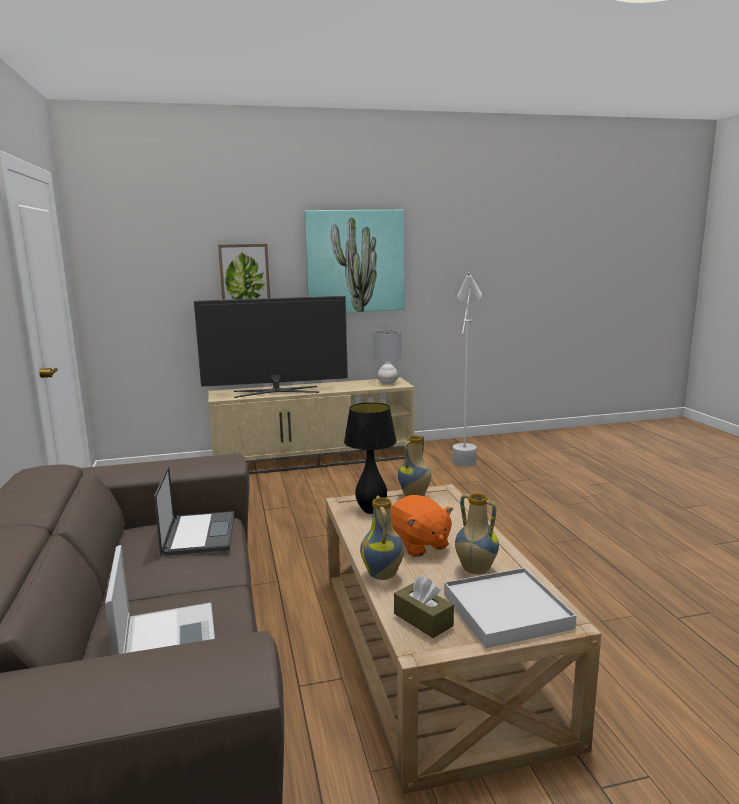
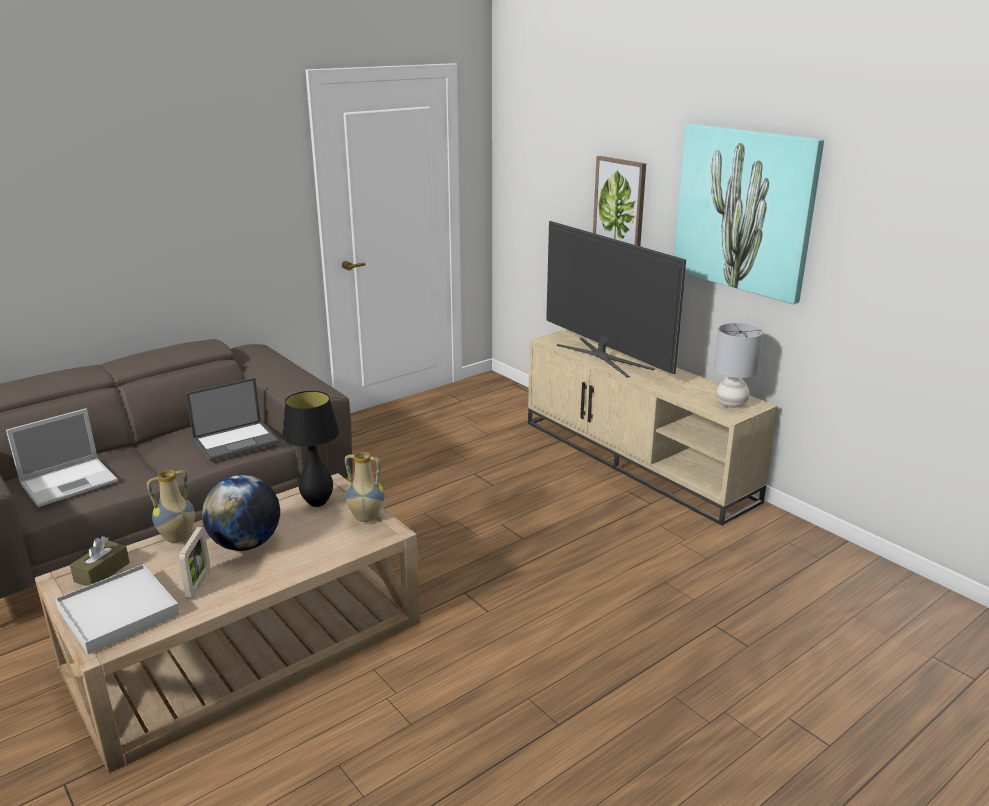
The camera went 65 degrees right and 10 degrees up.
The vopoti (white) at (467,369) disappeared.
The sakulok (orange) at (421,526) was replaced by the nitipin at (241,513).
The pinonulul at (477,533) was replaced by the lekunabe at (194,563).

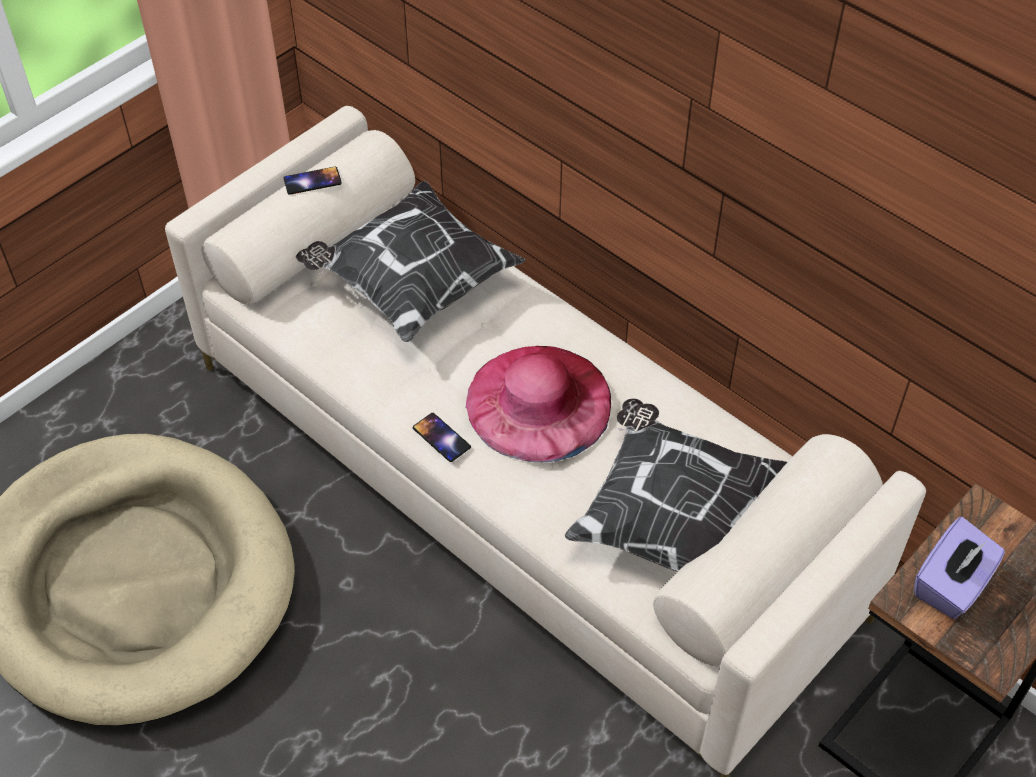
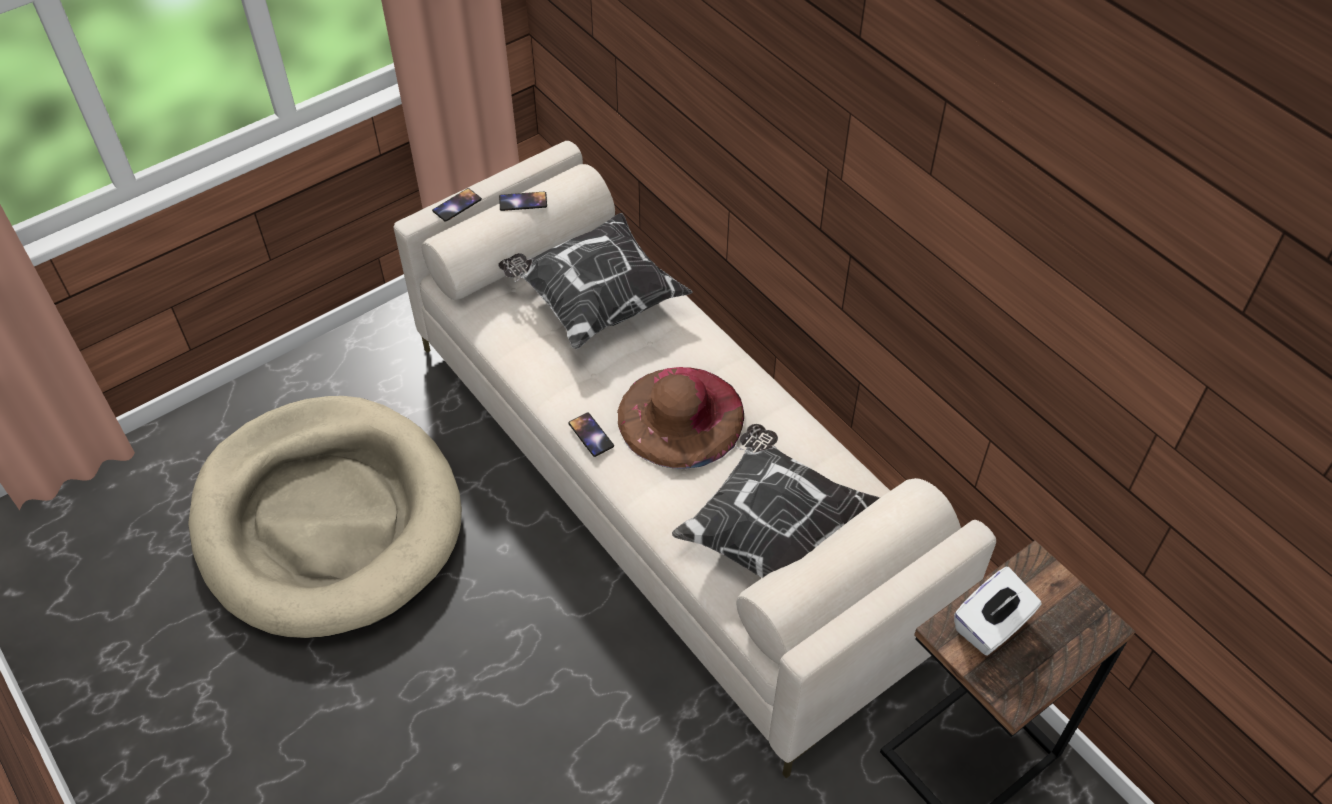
The camera went 10 degrees right and 0 degrees up.
The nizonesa at (457,205) appeared.
The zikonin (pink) at (538,404) became the zikonin (brown) at (680,418).
The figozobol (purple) at (959,568) became the figozobol (white) at (998,611).

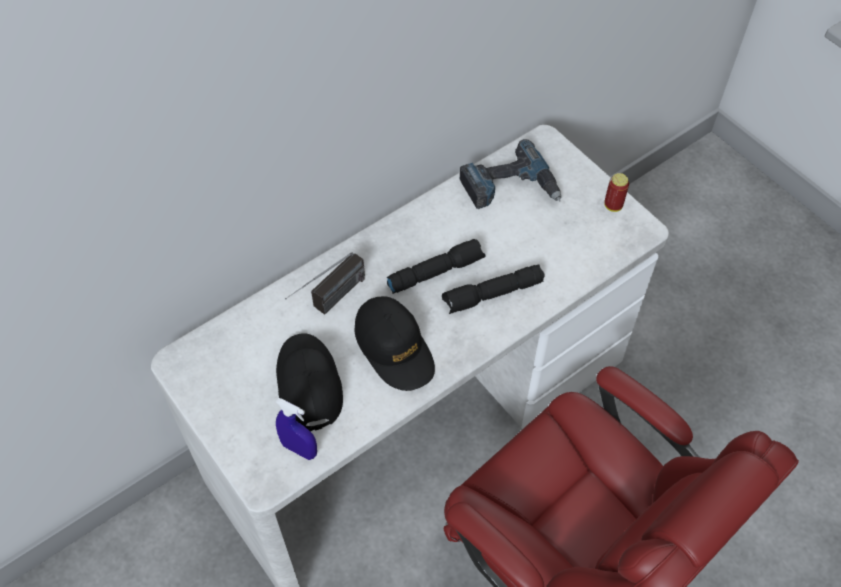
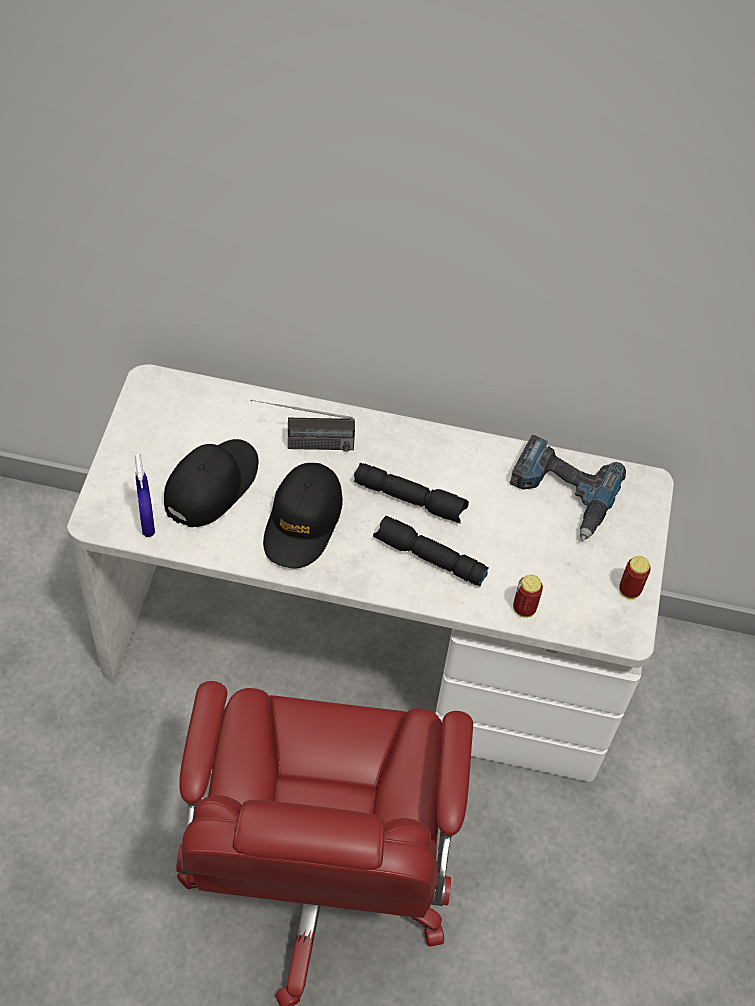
The camera went 45 degrees right and 0 degrees up.
The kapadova at (528,596) appeared.

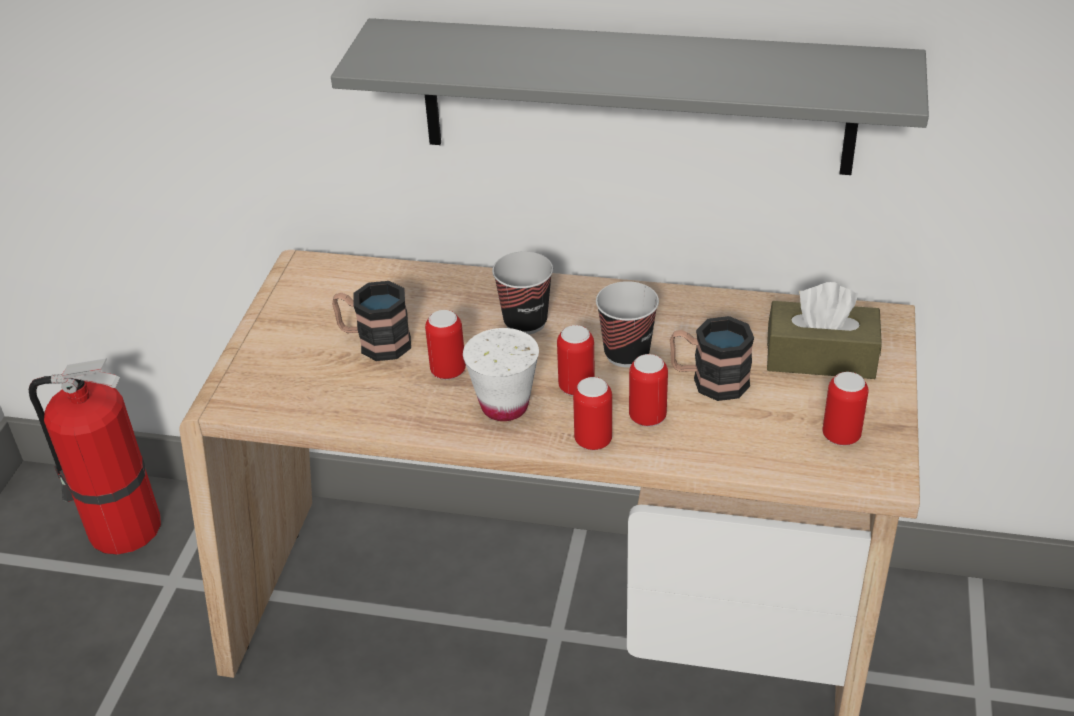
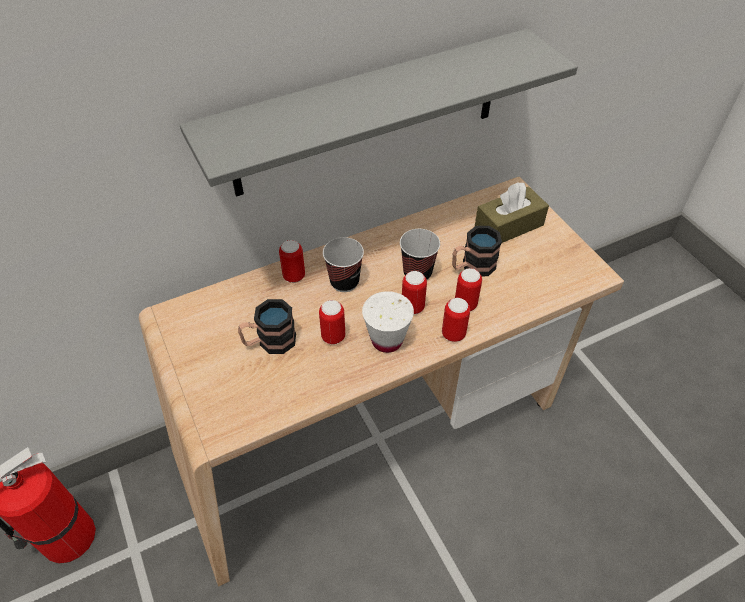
The camera went 40 degrees left and 10 degrees up.
The kapadova moved from (845,409) to (292,261).

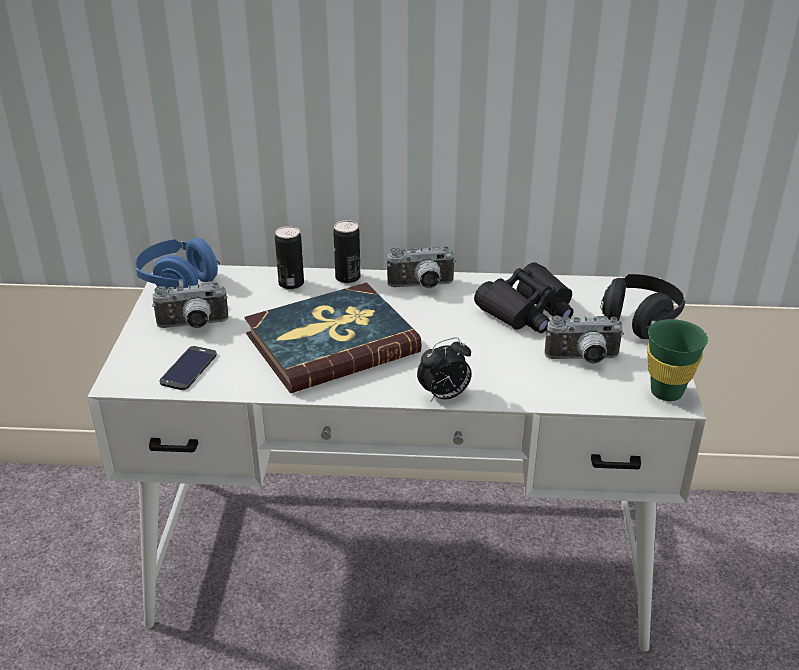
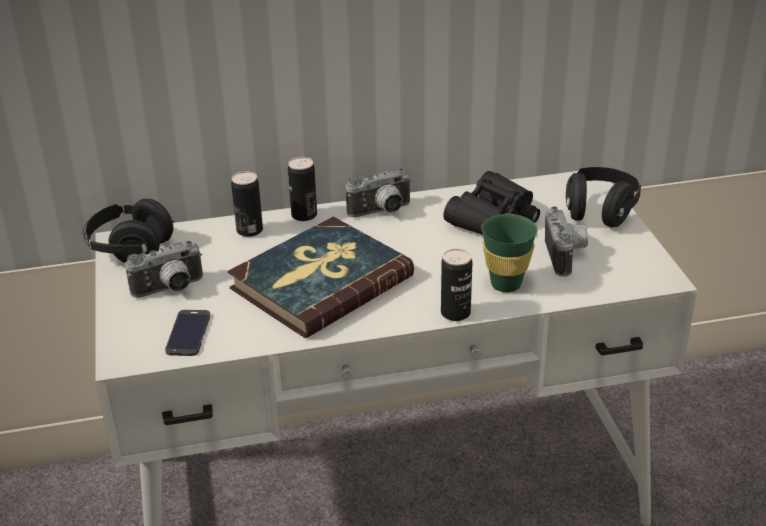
The camera went 15 degrees left and 0 degrees up.
The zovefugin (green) moved from (677,360) to (509,253).
The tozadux at (444,369) was replaced by the kapadova at (456,284).
The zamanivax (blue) at (177,263) became the zamanivax (black) at (128,231).
The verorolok at (584,339) turned 75 degrees counterclockwise.

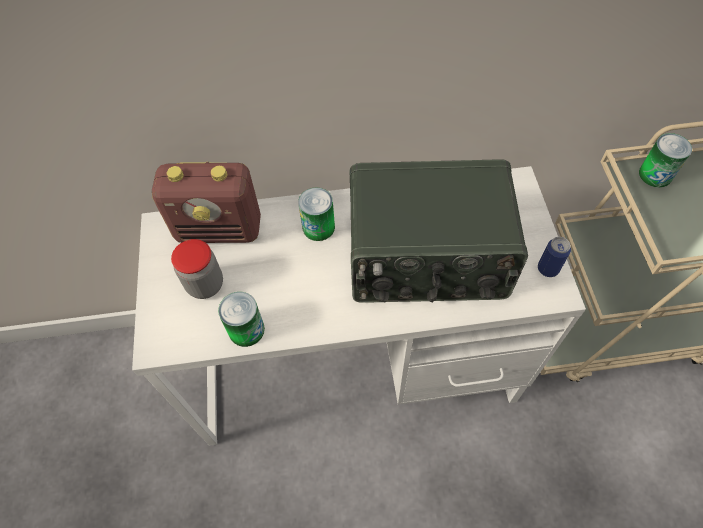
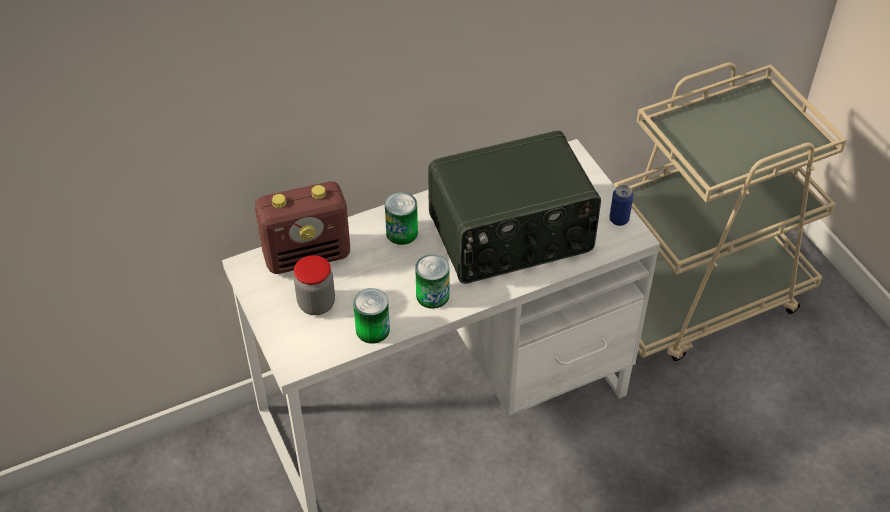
The camera went 20 degrees left and 10 degrees down.
The kapadova moved from (665,160) to (432,281).

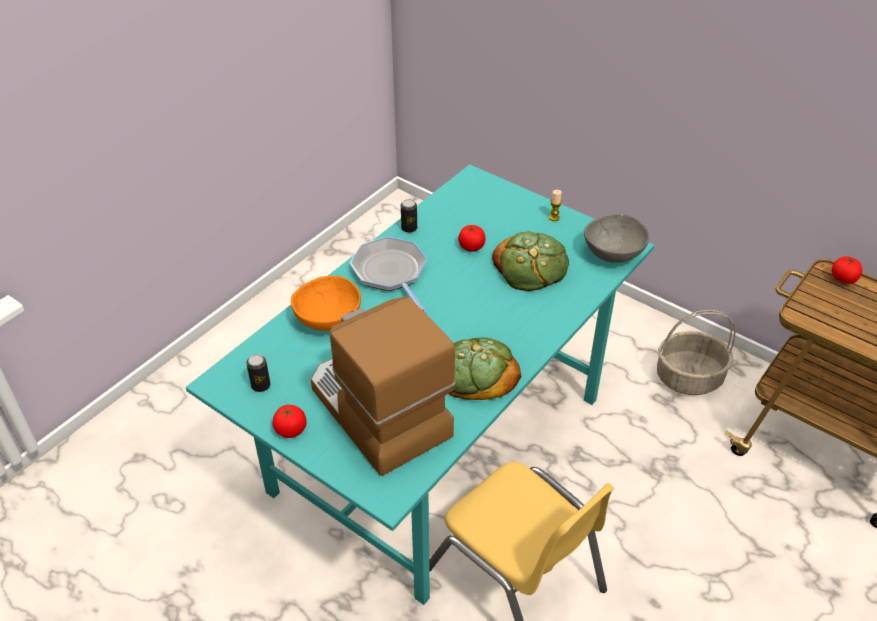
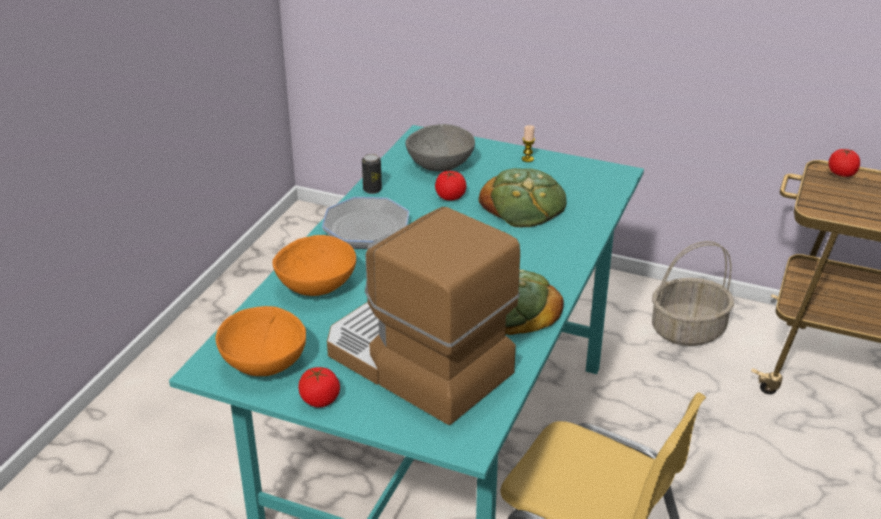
The camera went 15 degrees left and 10 degrees down.
The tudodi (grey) moved from (616,238) to (440,148).
The kapadova at (258,373) was replaced by the tudodi (orange) at (260,341).

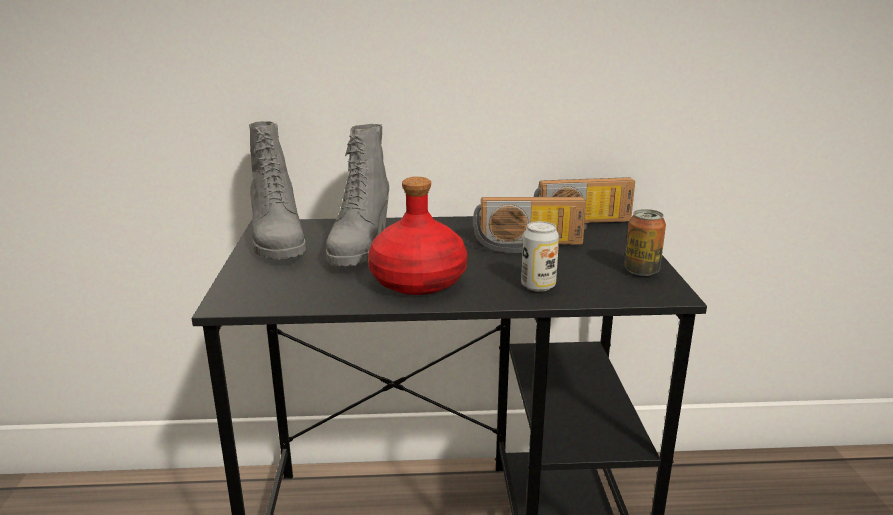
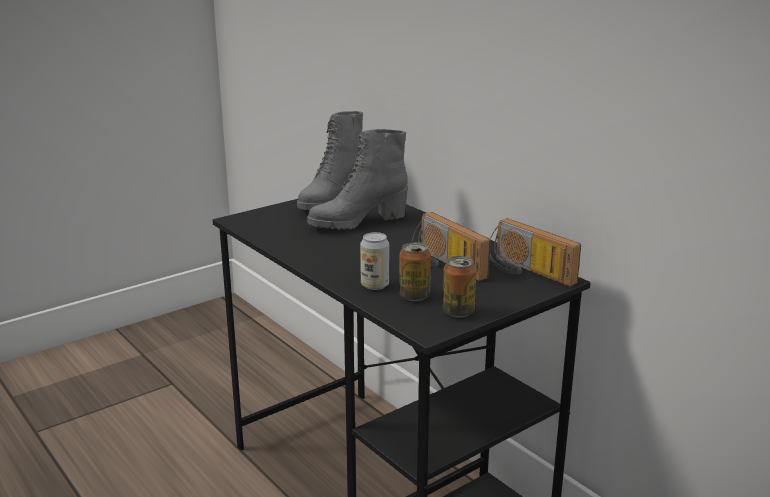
The camera went 55 degrees right and 0 degrees up.
The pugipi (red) at (417,236) disappeared.
The kapadova at (415,271) appeared.

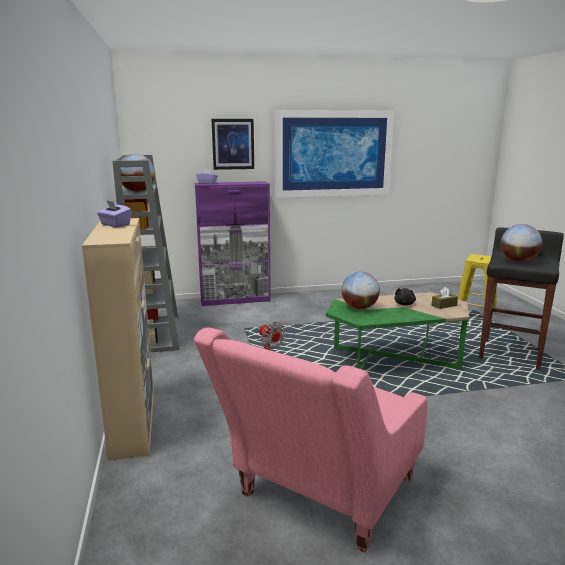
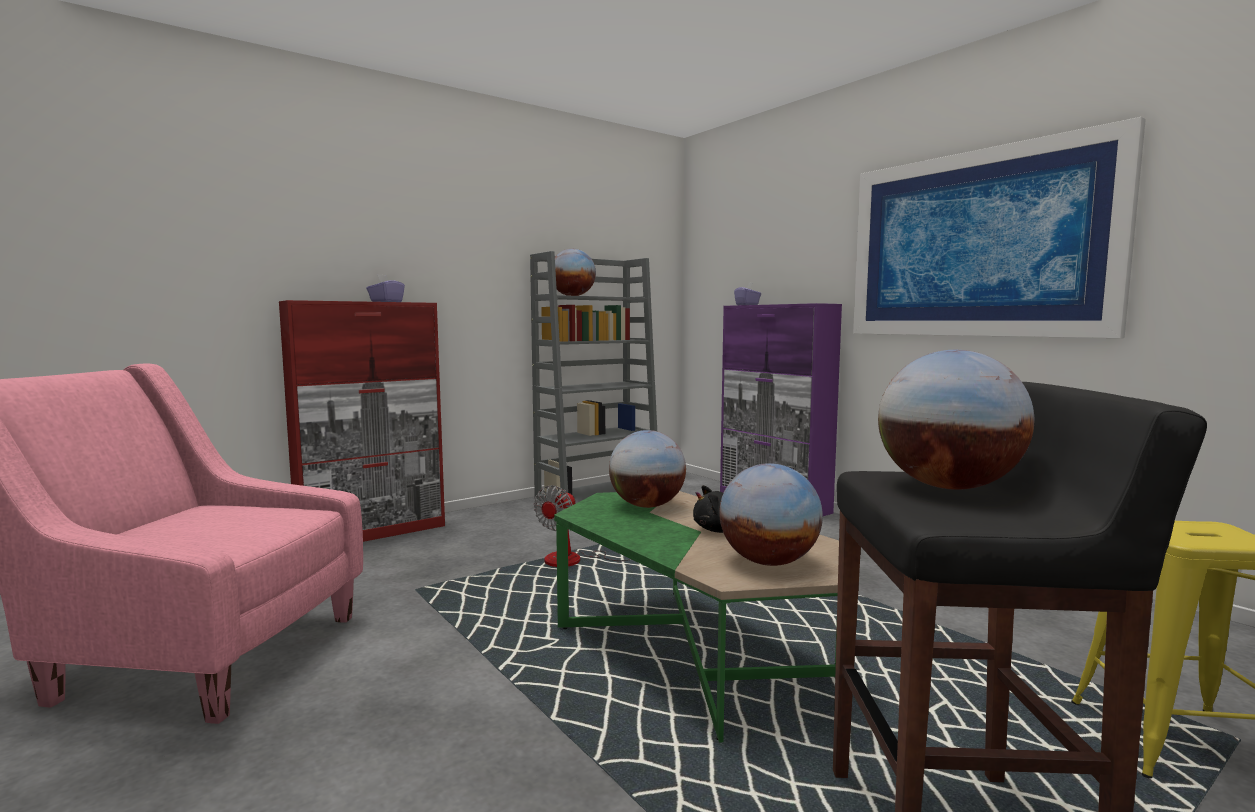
The camera went 65 degrees right and 10 degrees down.
The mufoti at (233,144) disappeared.
The figozobol (brown) at (445,298) was replaced by the nitipin at (771,514).
The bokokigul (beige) at (118,339) became the bokokigul (red) at (362,421).

